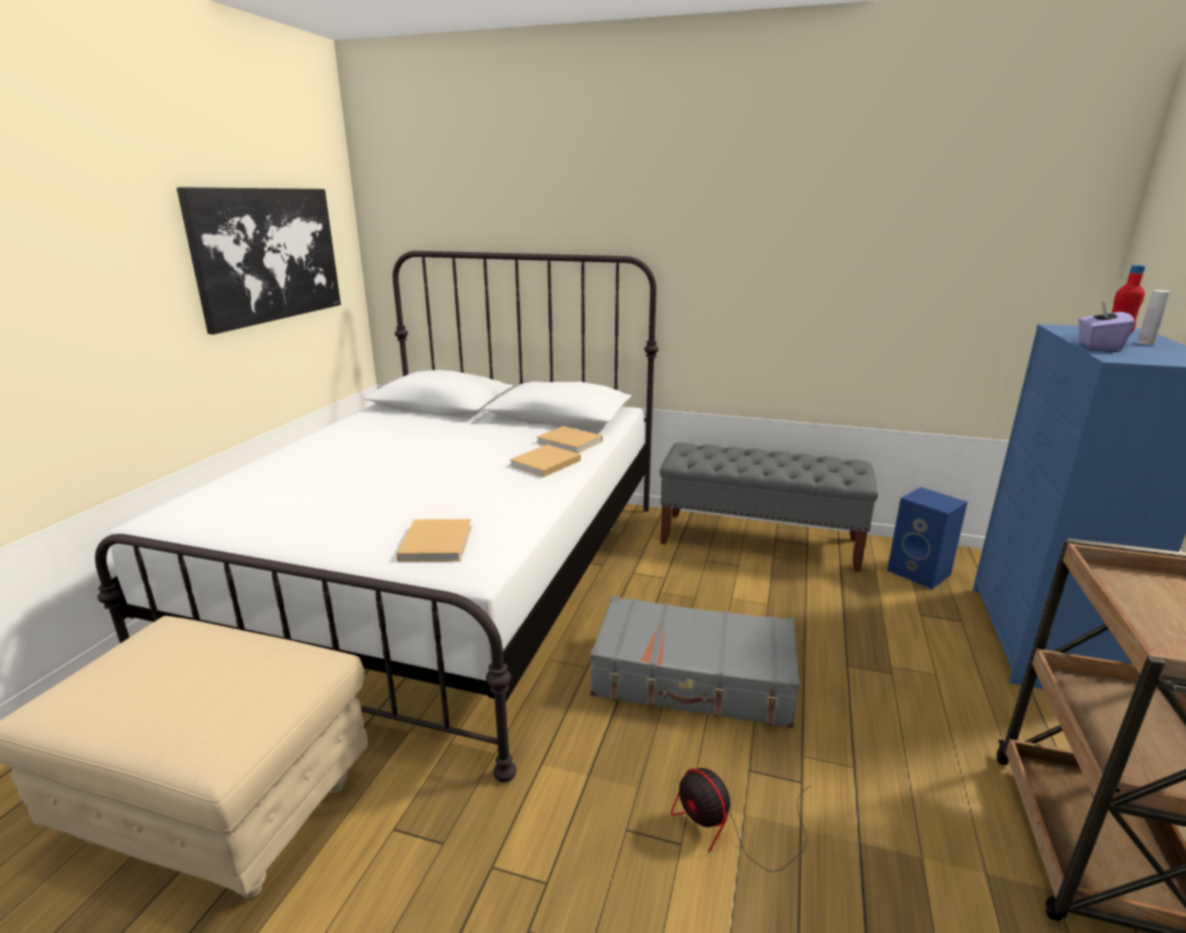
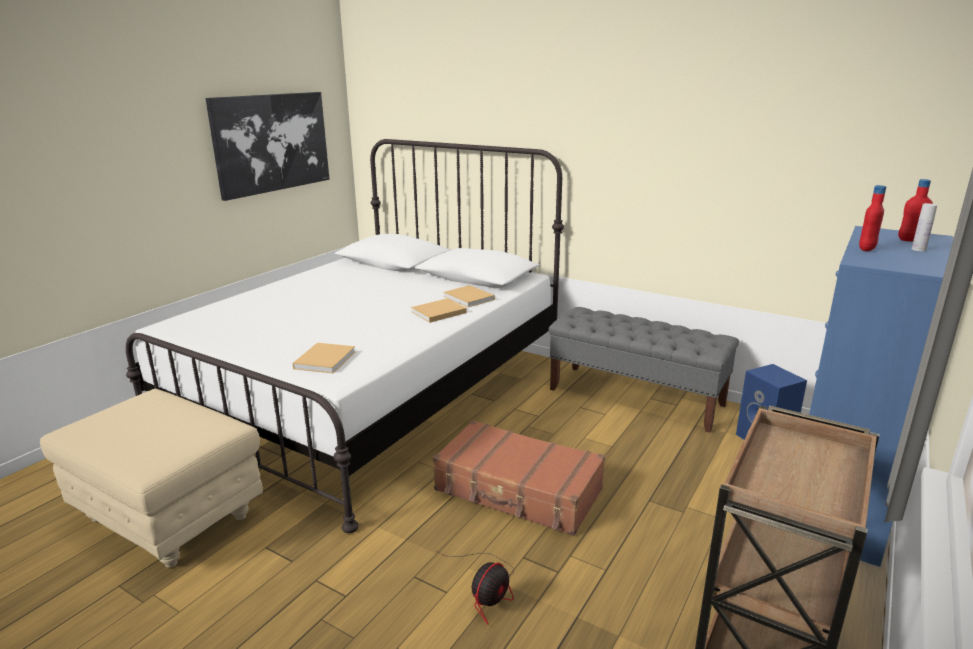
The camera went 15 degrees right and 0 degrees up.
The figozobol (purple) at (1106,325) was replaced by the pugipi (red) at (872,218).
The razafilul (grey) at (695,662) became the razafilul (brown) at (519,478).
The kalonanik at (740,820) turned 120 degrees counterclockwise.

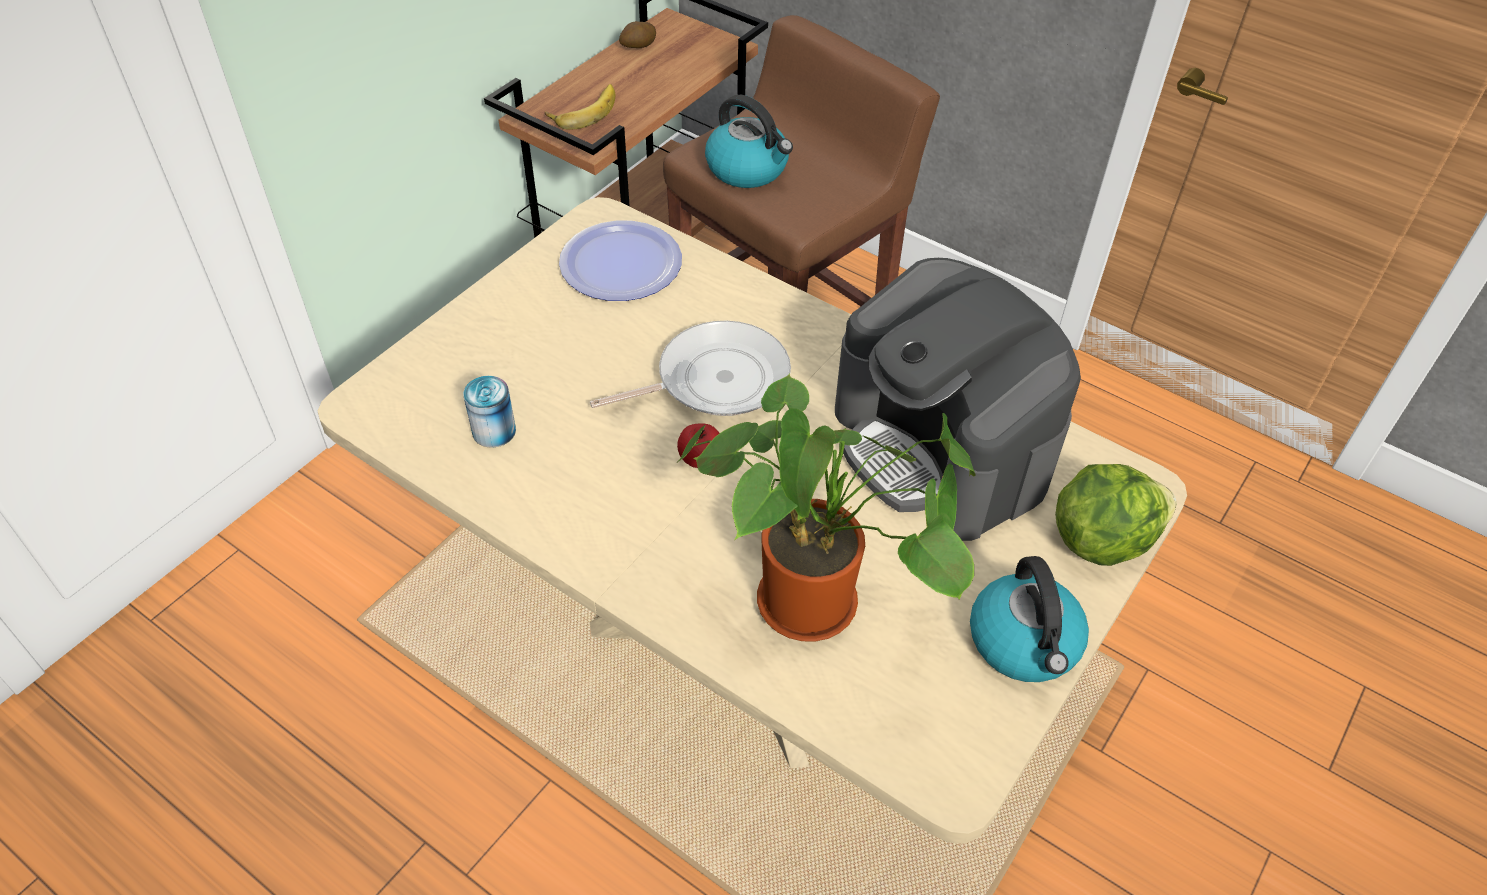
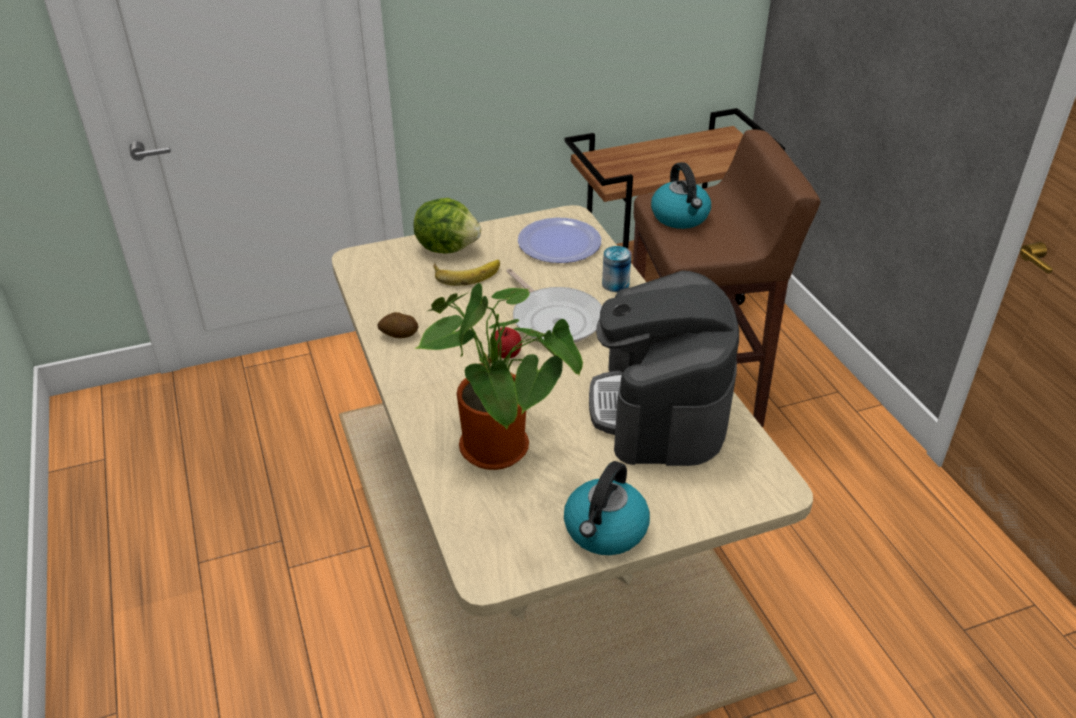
The camera went 35 degrees right and 10 degrees down.
The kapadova moved from (489,412) to (617,269).
The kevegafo moved from (580,107) to (467,273).
The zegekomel moved from (637,34) to (397,325).
The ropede moved from (1116,515) to (447,225).
The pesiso at (690,368) turned 45 degrees clockwise.

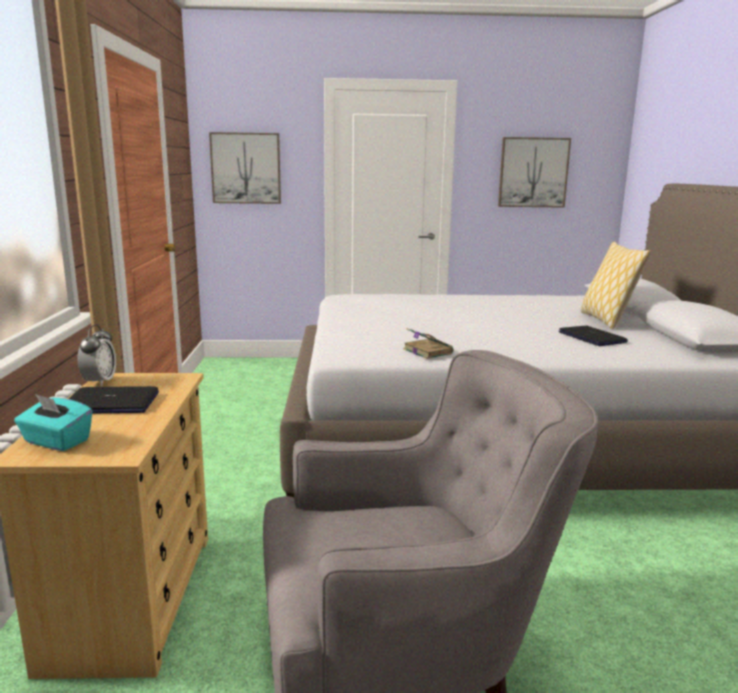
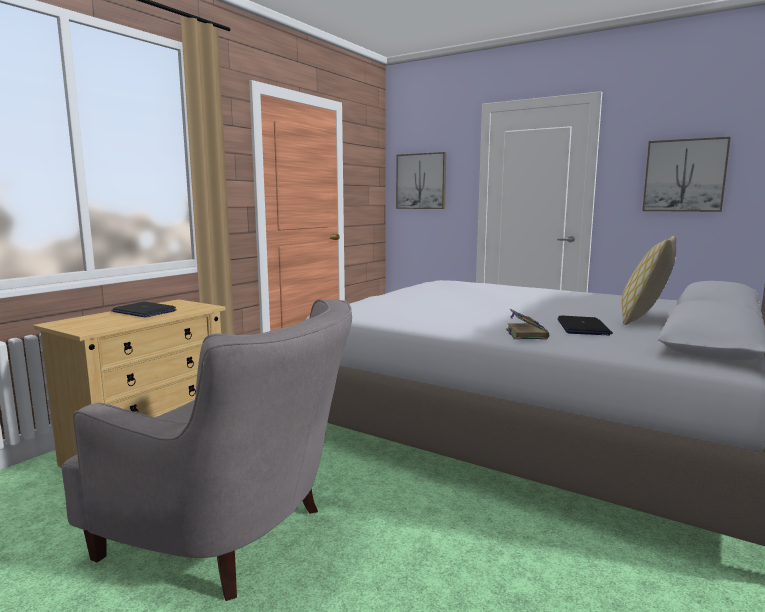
The camera went 35 degrees right and 5 degrees down.
The figozobol (turquoise) at (53,422) disappeared.
The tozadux at (97,355) disappeared.
The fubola moved from (428,343) to (527,324).

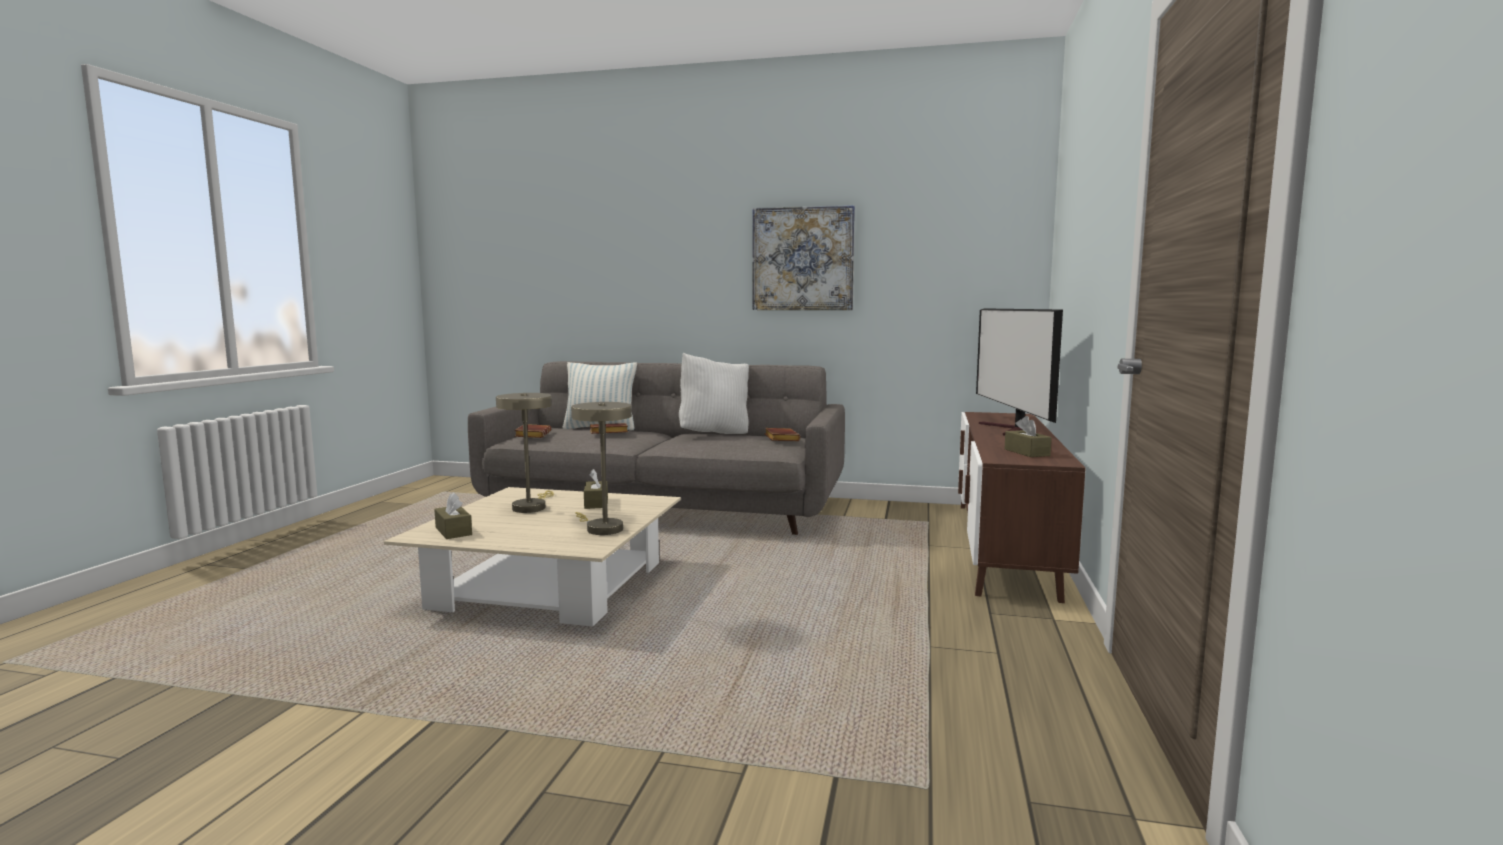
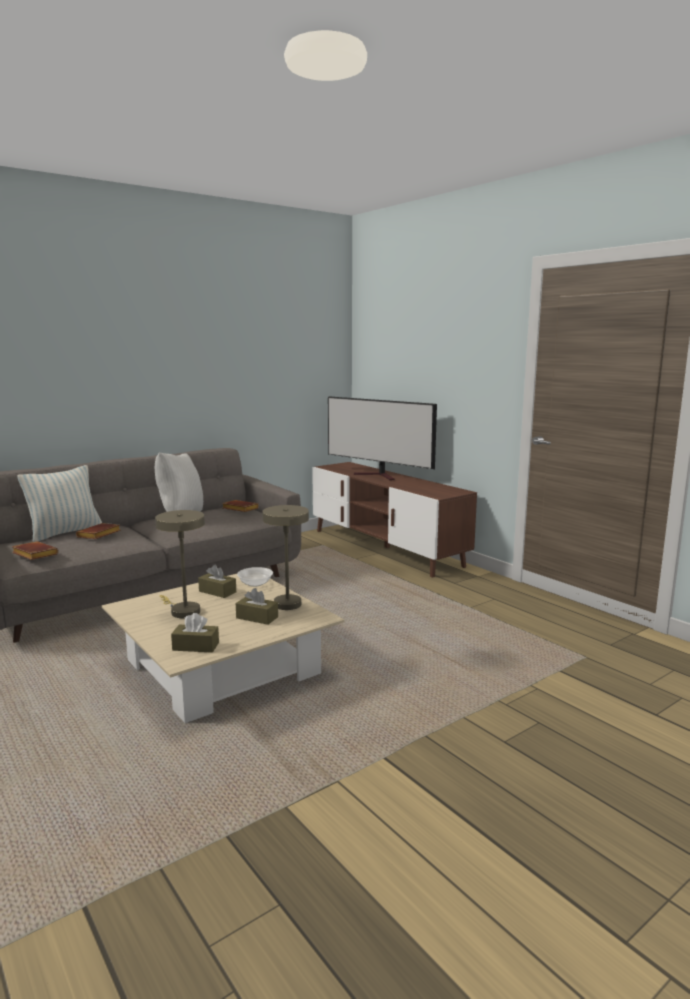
The camera went 50 degrees left and 5 degrees up.
The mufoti at (804,257) disappeared.
The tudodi at (255,577) appeared.
The figozobol (brown) moved from (1028,436) to (257,606).

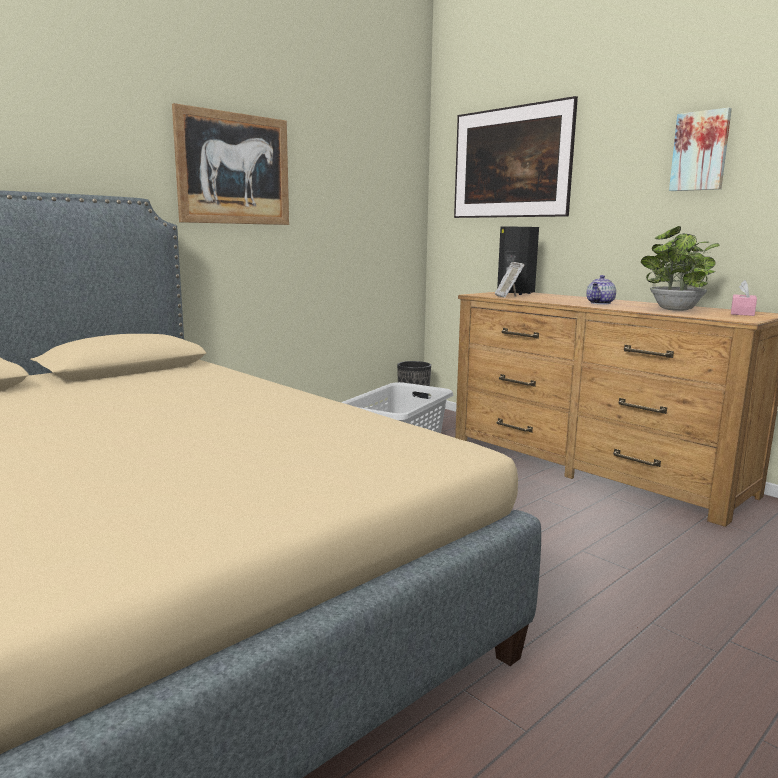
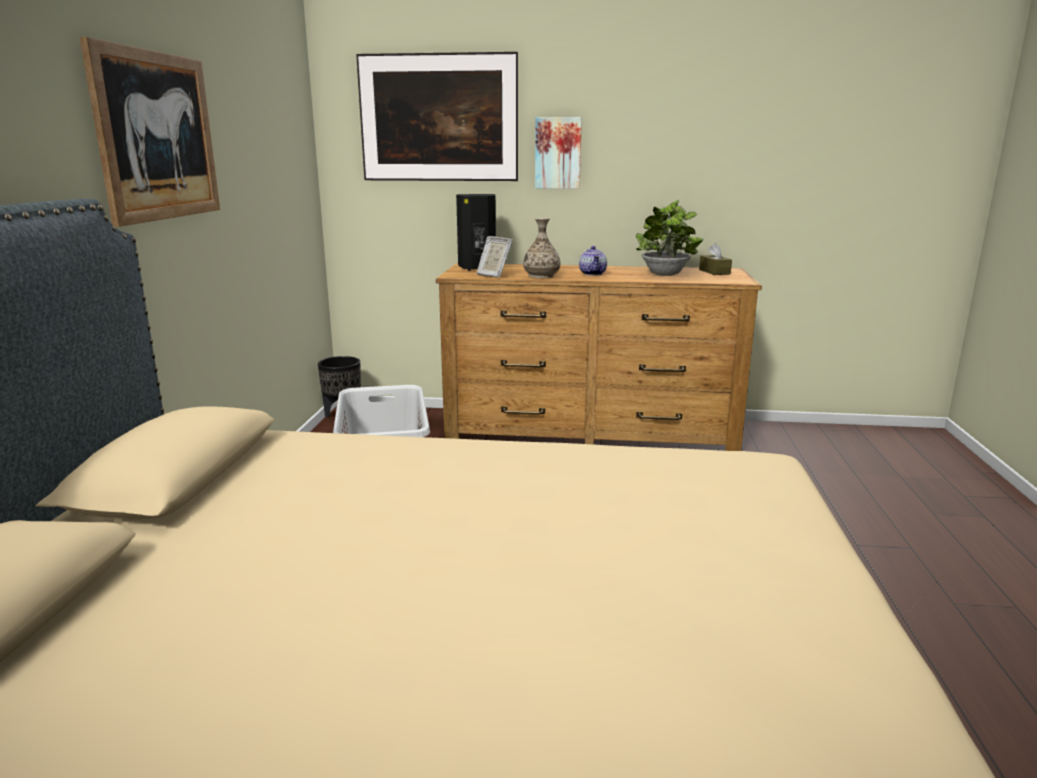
The camera went 40 degrees left and 5 degrees up.
The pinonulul at (542,248) appeared.
The mufoti moved from (700,149) to (558,153).
The figozobol (pink) at (744,298) became the figozobol (brown) at (715,259).

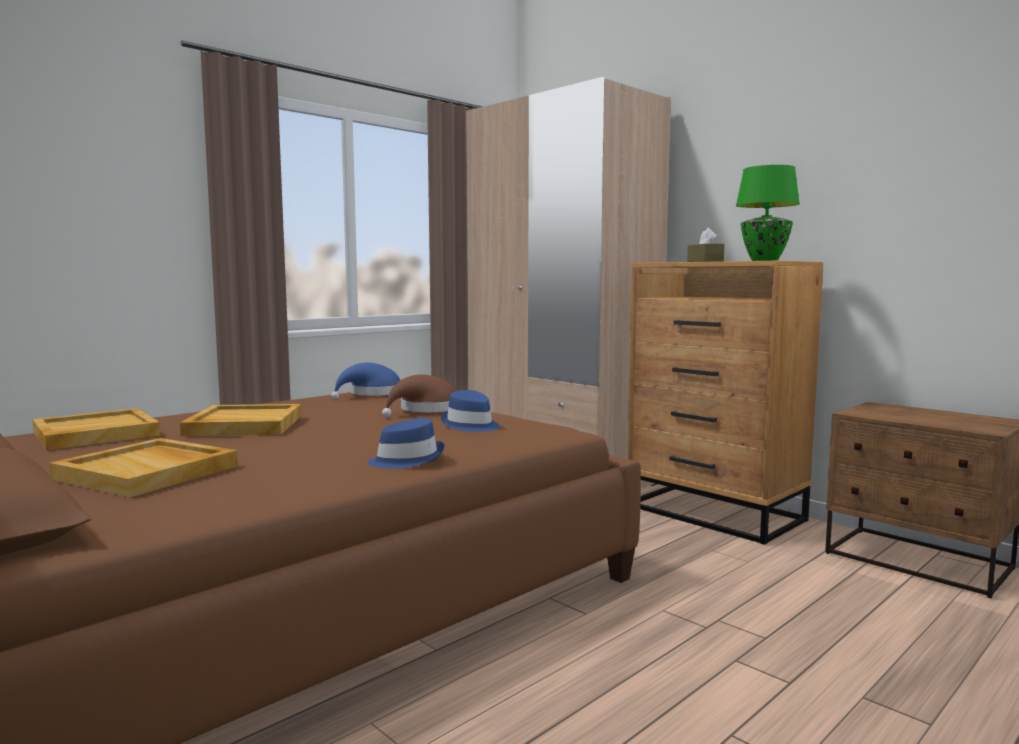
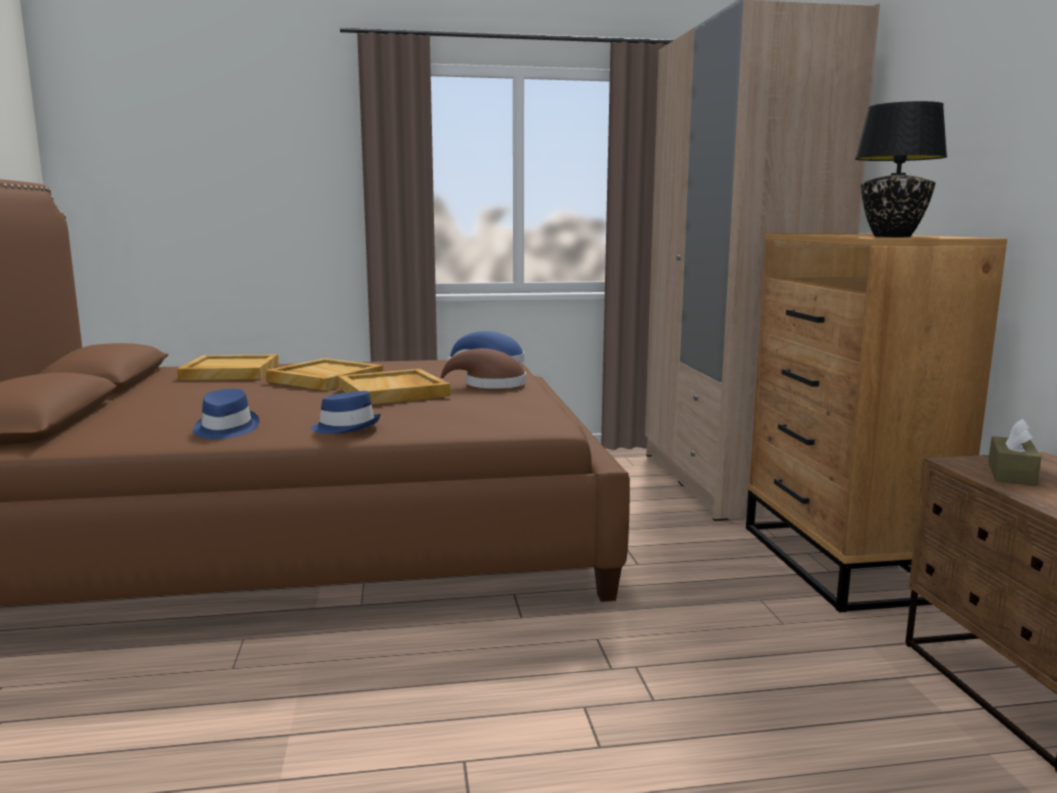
The camera went 35 degrees right and 5 degrees up.
The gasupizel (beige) moved from (143,468) to (394,386).
The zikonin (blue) moved from (470,411) to (226,414).
The figozobol (brown) moved from (705,245) to (1014,452).
The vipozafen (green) at (768,213) became the vipozafen (black) at (901,169).

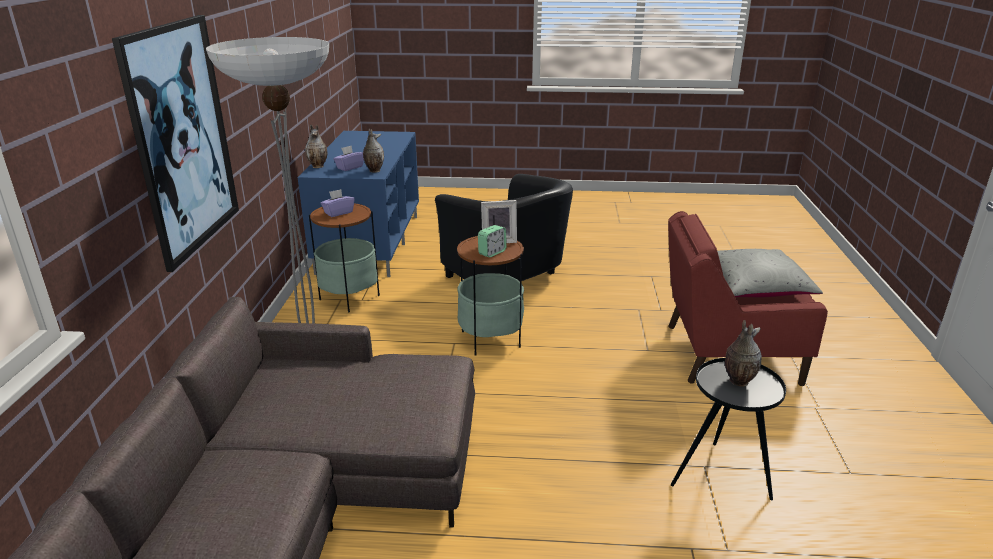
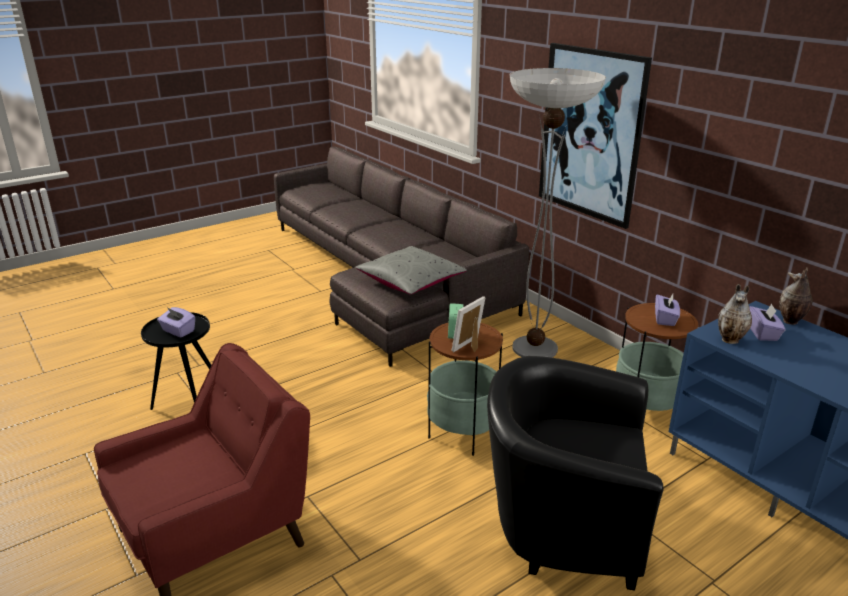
The camera went 140 degrees right and 0 degrees up.
The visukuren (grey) moved from (770,273) to (411,270).
The pinonulul at (743,353) was replaced by the figozobol (purple) at (176,322).

